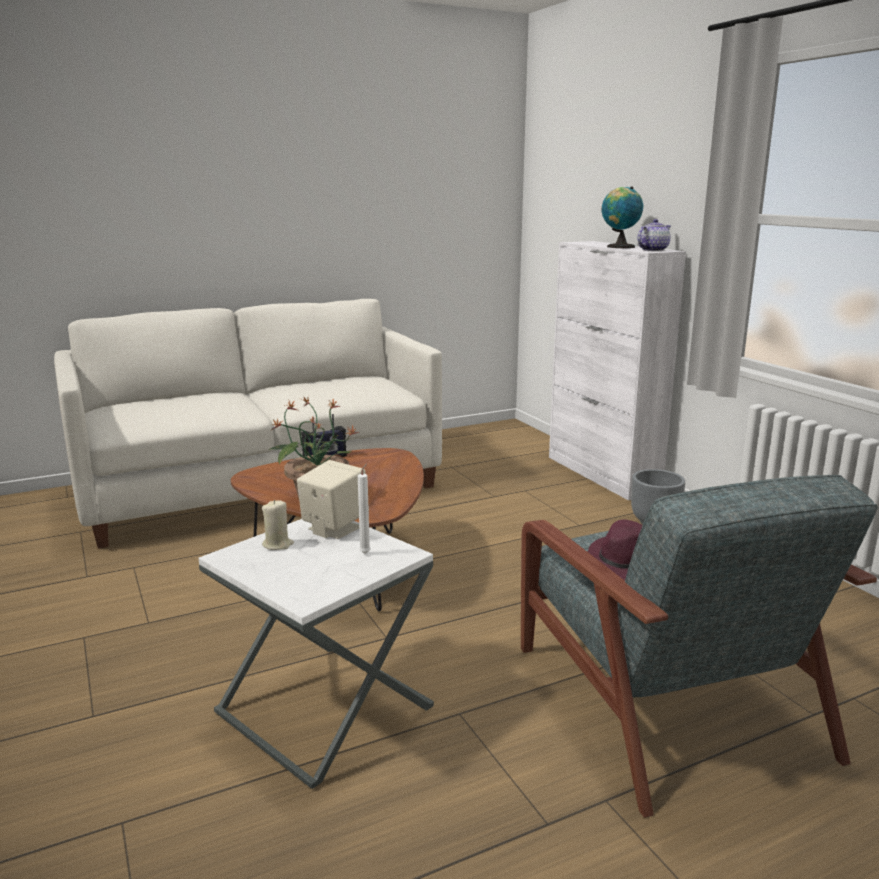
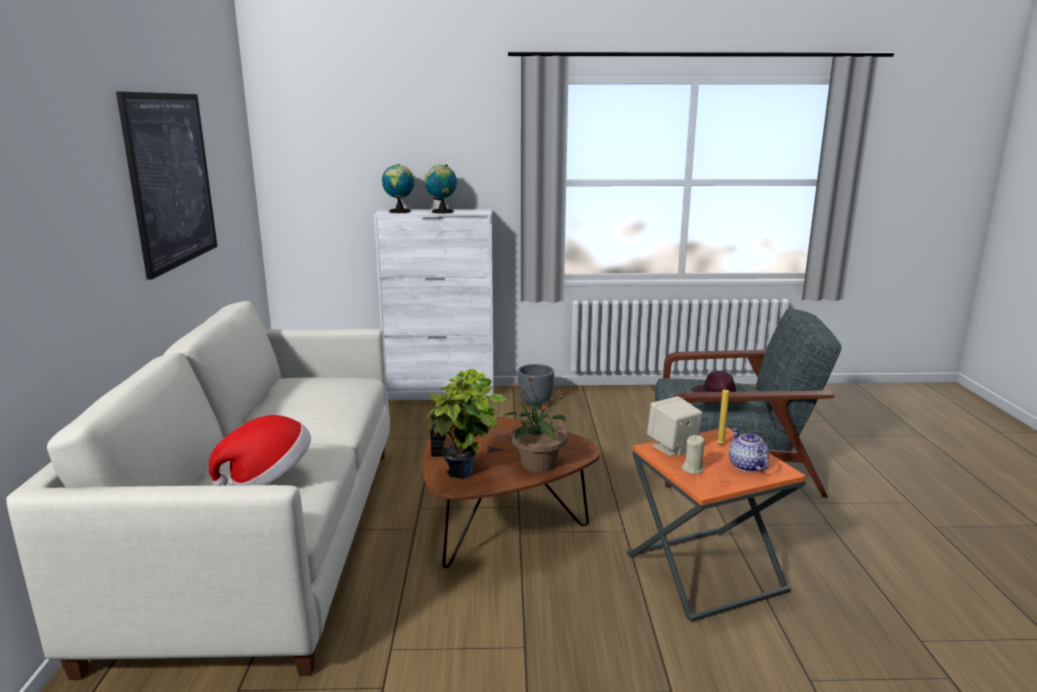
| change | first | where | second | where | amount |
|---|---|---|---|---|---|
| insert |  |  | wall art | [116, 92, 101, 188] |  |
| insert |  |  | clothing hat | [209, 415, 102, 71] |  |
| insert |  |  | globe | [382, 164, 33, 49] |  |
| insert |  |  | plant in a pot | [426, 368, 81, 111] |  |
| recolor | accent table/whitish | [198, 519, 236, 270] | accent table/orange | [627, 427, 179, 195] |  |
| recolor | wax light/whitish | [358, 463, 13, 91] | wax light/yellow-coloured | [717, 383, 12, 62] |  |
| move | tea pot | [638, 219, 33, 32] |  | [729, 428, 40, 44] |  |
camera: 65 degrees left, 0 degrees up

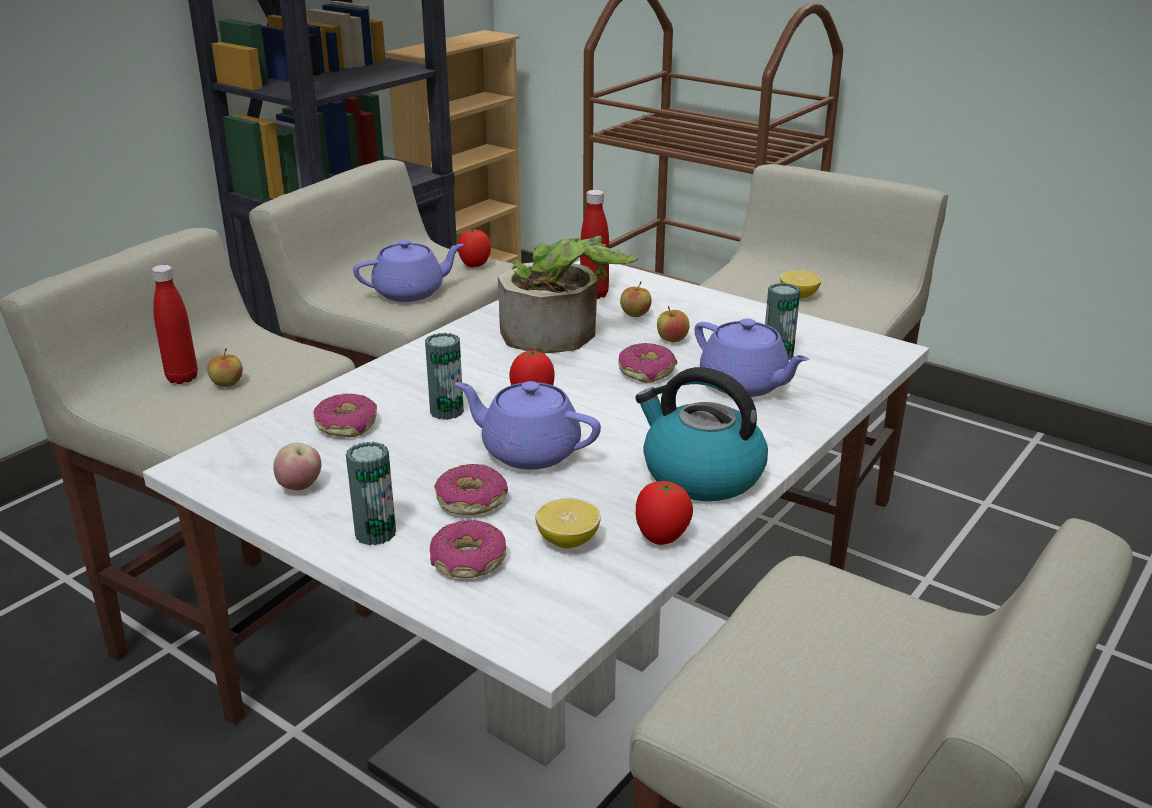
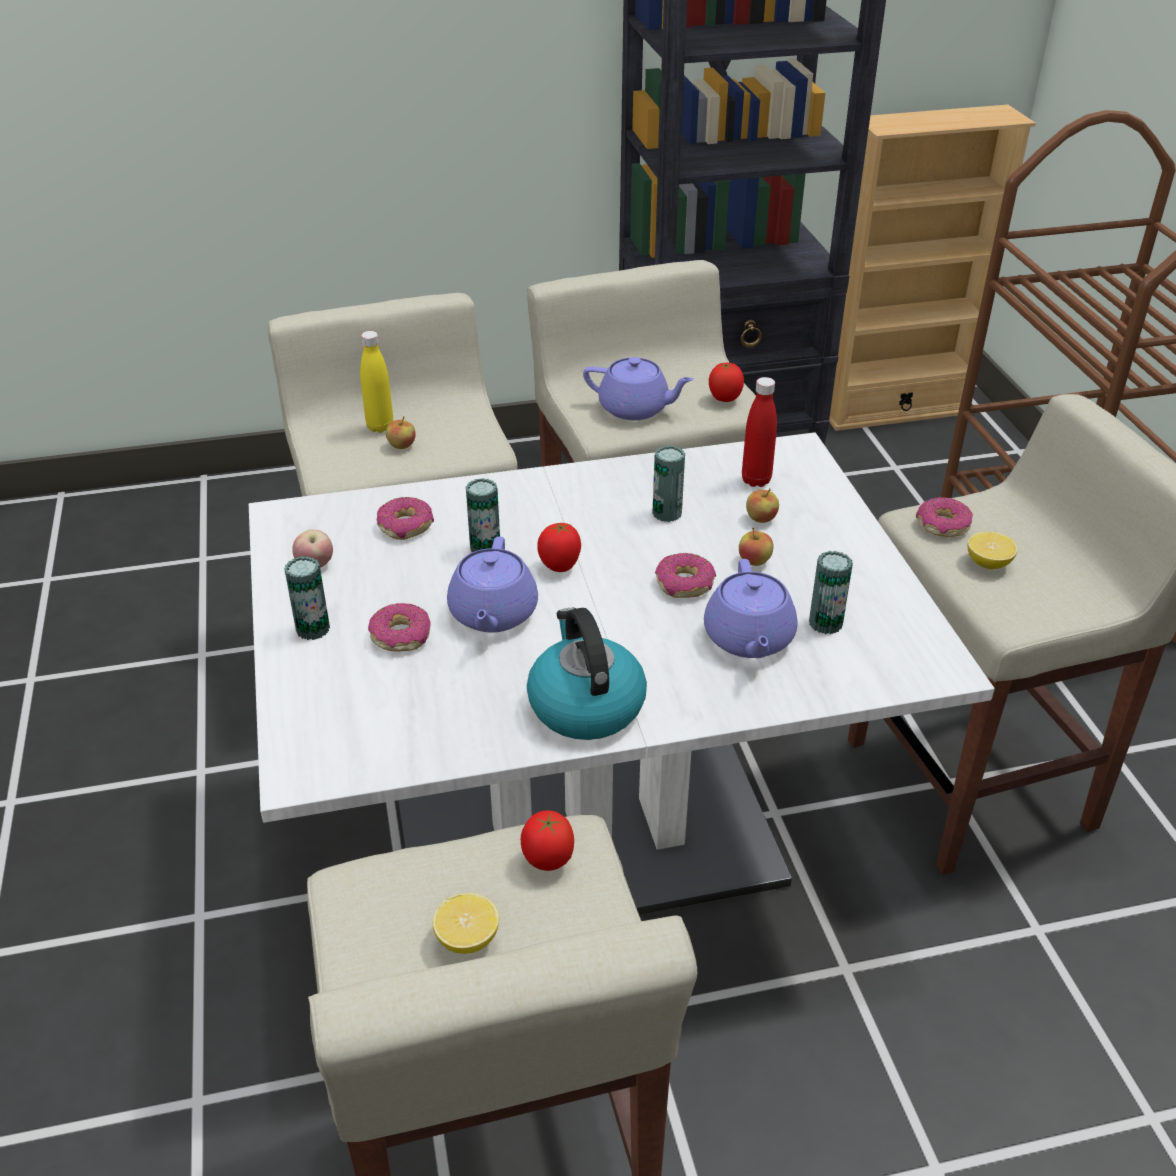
| change | first | where | second | where | amount |
|---|---|---|---|---|---|
| recolor | drink bottle/reddish | [151, 265, 47, 119] | drink bottle/yellow-coloured | [360, 331, 33, 102] |  |
| move | lemon | [535, 498, 66, 50] |  | [433, 893, 66, 61] |  |
| rotate | tea pot/purplish | [455, 381, 146, 88] |  | [447, 536, 91, 96] | 150 degrees counterclockwise |
| move | tomato | [636, 481, 57, 64] |  | [521, 810, 53, 61] |  |
| replace | plant in a pot | [498, 235, 140, 119] | can | [652, 446, 33, 76] |  |
| move | donut | [430, 520, 76, 58] |  | [916, 497, 57, 40] |  |
camera: 40 degrees right, 10 degrees up

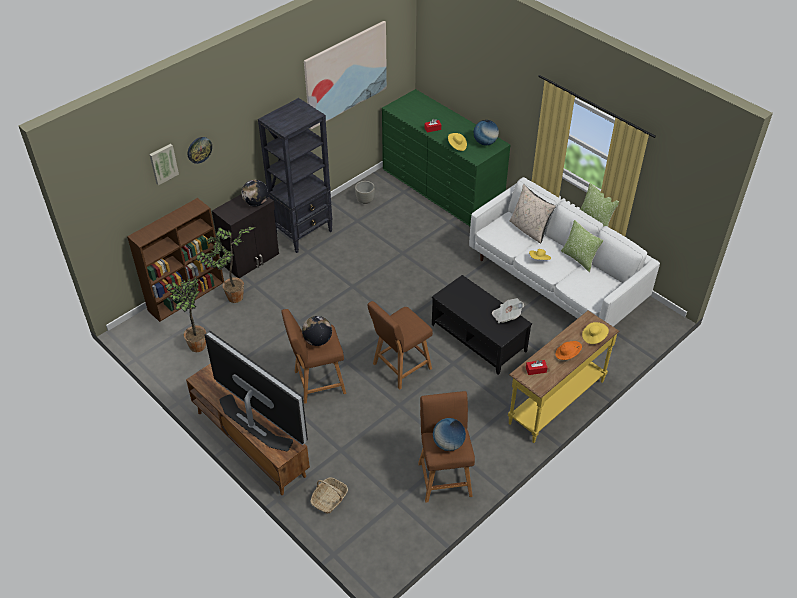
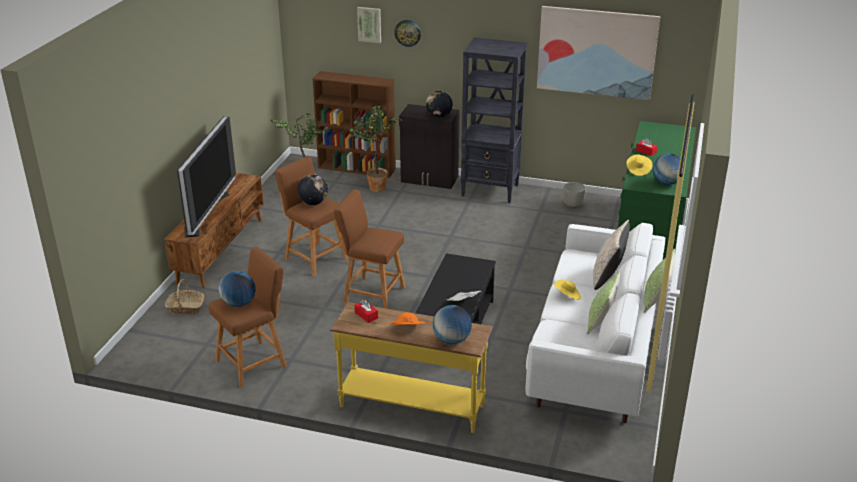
| change | first | where | second | where | amount |
|---|---|---|---|---|---|
| replace | clothing hat/yellow-coloured | [582, 322, 27, 22] | globe | [433, 305, 39, 39] |  |
camera: 60 degrees right, 15 degrees down

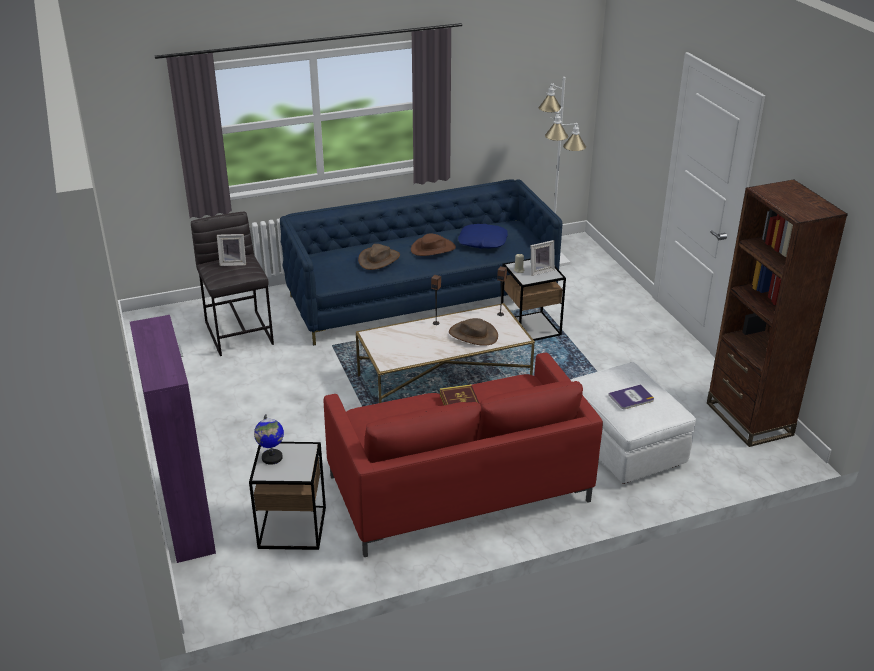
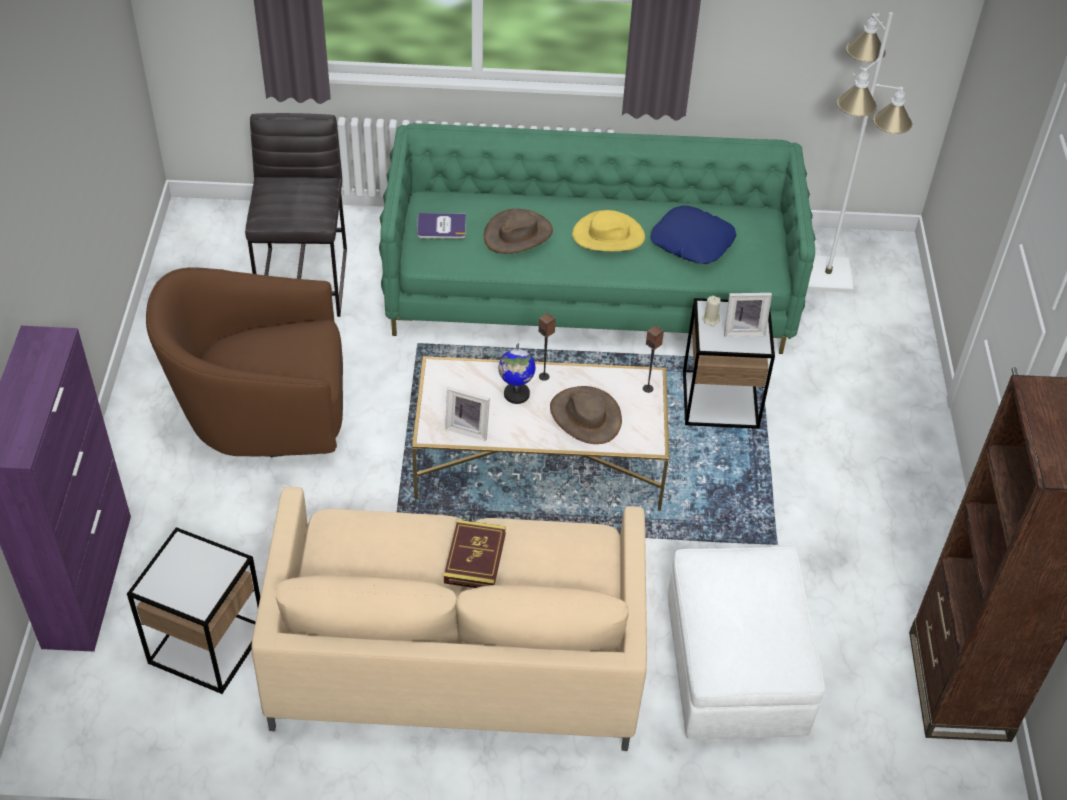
| change | first | where | second | where | amount |
|---|---|---|---|---|---|
| insert |  |  | easy chair/brown-coloured | [146, 267, 197, 190] |  |
| recolor | sofa/reddish | [324, 353, 279, 204] | sofa/sand-coloured | [251, 487, 396, 264] |  |
| recolor | sofa/bluish | [280, 179, 283, 167] | sofa/green | [379, 123, 437, 231] |  |
| move | bound book | [608, 384, 46, 25] |  | [417, 213, 49, 26] |  |
| move | picture frame | [217, 234, 29, 32] |  | [445, 387, 45, 54] |  |
| move | globe | [254, 414, 30, 51] |  | [498, 343, 38, 61] |  |
| recolor | clothing hat/brown-coloured | [411, 234, 45, 22] | clothing hat/yellow-coloured | [572, 210, 73, 41] |  |
camera: 20 degrees right, 15 degrees up

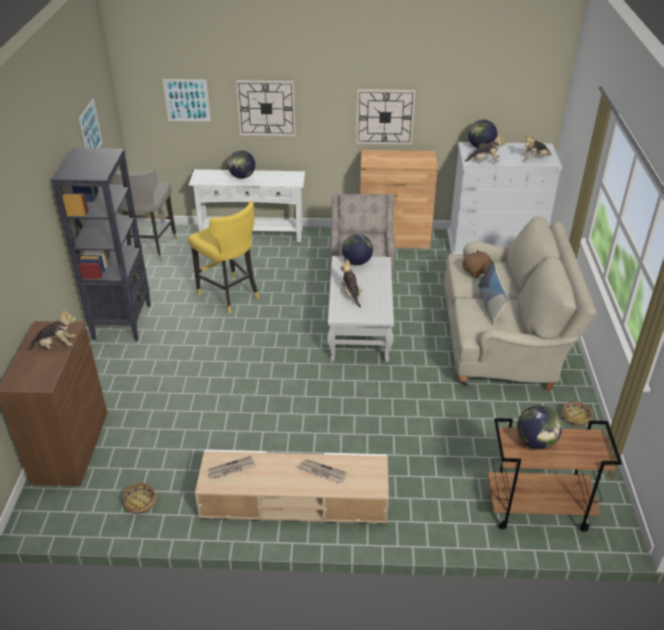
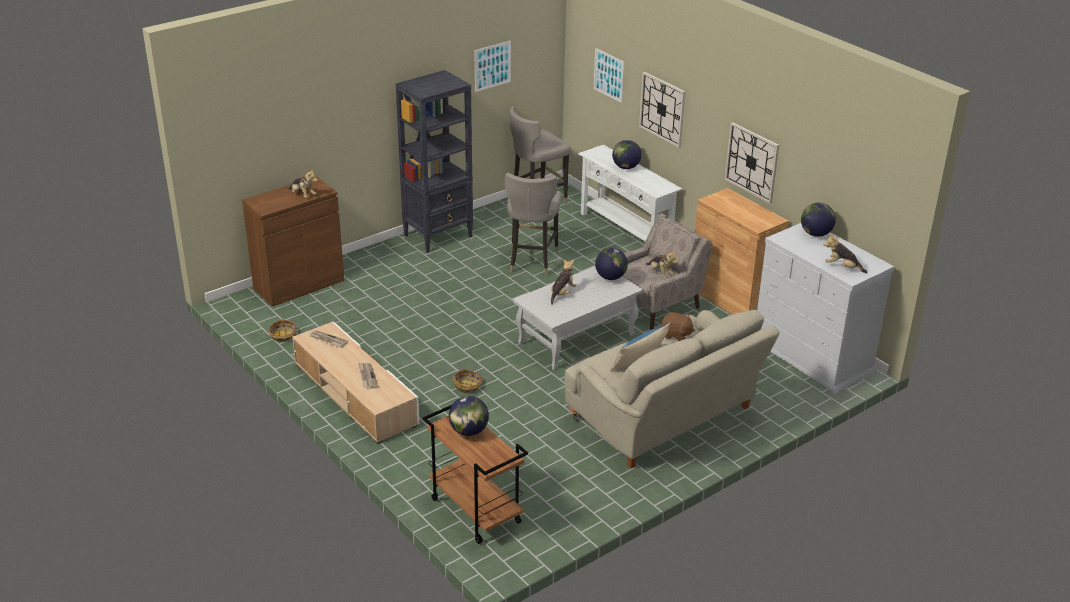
| change | first | where | second | where | amount |
|---|---|---|---|---|---|
| move | household basket | [562, 402, 31, 24] |  | [452, 369, 33, 24] |  |
| recolor | sitting stool/yellow-coloured | [188, 201, 71, 112] | sitting stool/grey | [505, 173, 56, 103] |  |
| move | plush toy | [464, 134, 42, 28] |  | [646, 250, 32, 27] |  |
camera: 50 degrees right, 5 degrees down

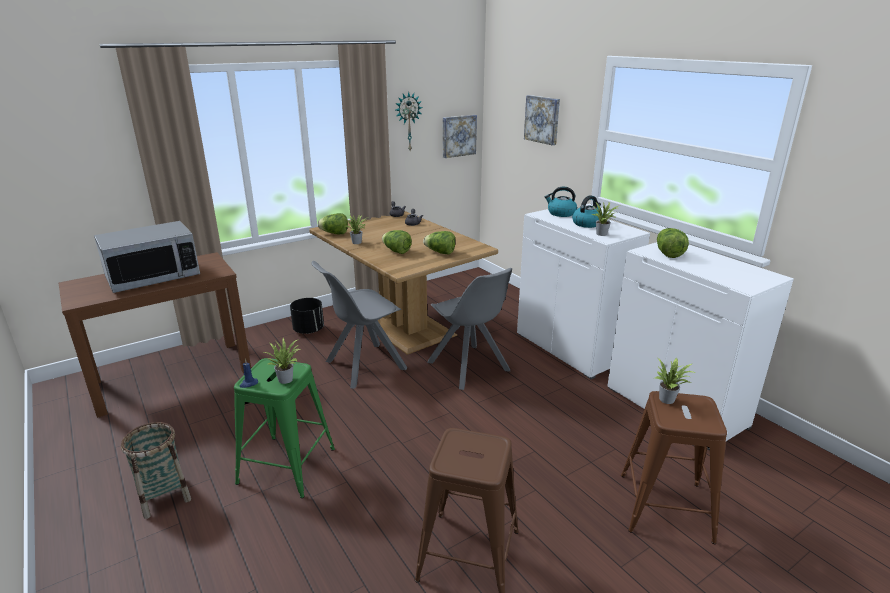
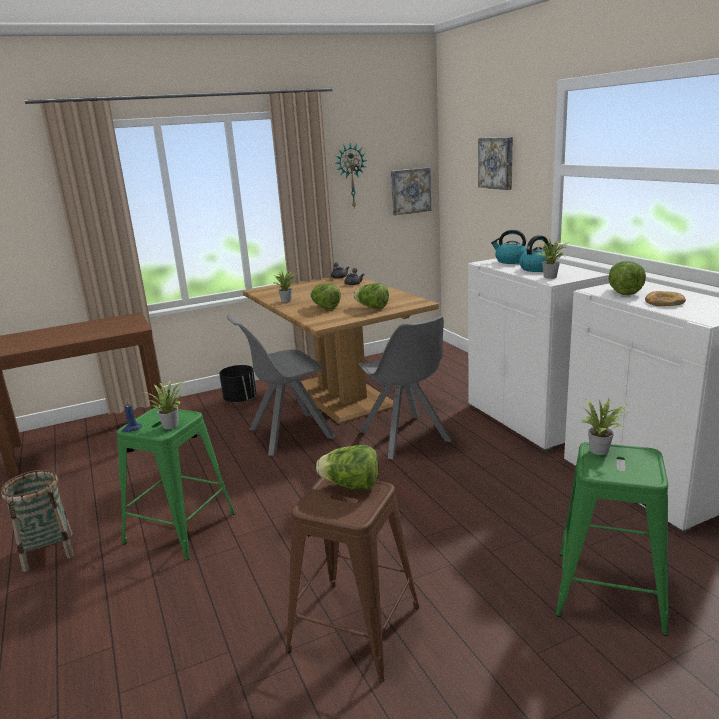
| change | first | where | second | where | amount |
|---|---|---|---|---|---|
| move | lettuce | [318, 213, 30, 21] |  | [316, 445, 62, 45] |  |
| recolor | sitting stool/brown-coloured | [621, 391, 106, 153] | sitting stool/green | [555, 442, 114, 194] |  |
| insert |  |  | baked bread | [645, 291, 41, 15] |  |
| delete | microwave | [94, 221, 106, 72] |  |  |  |
camera: 10 degrees right, 5 degrees down

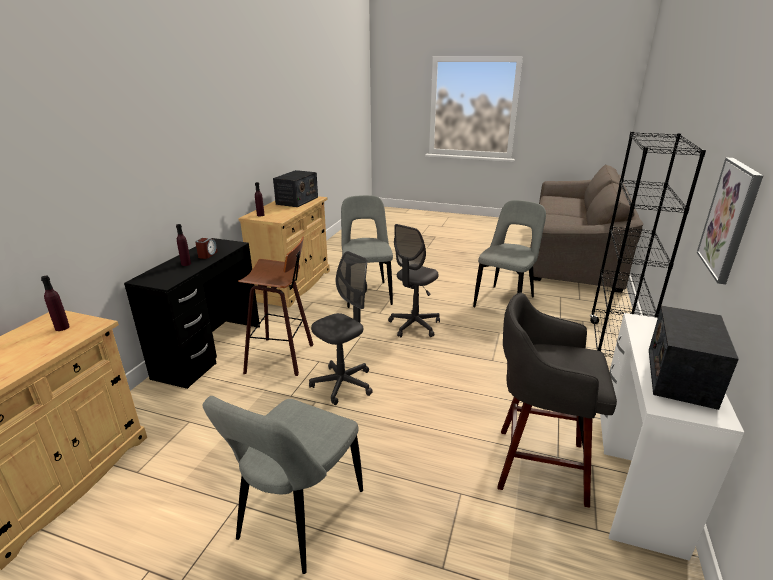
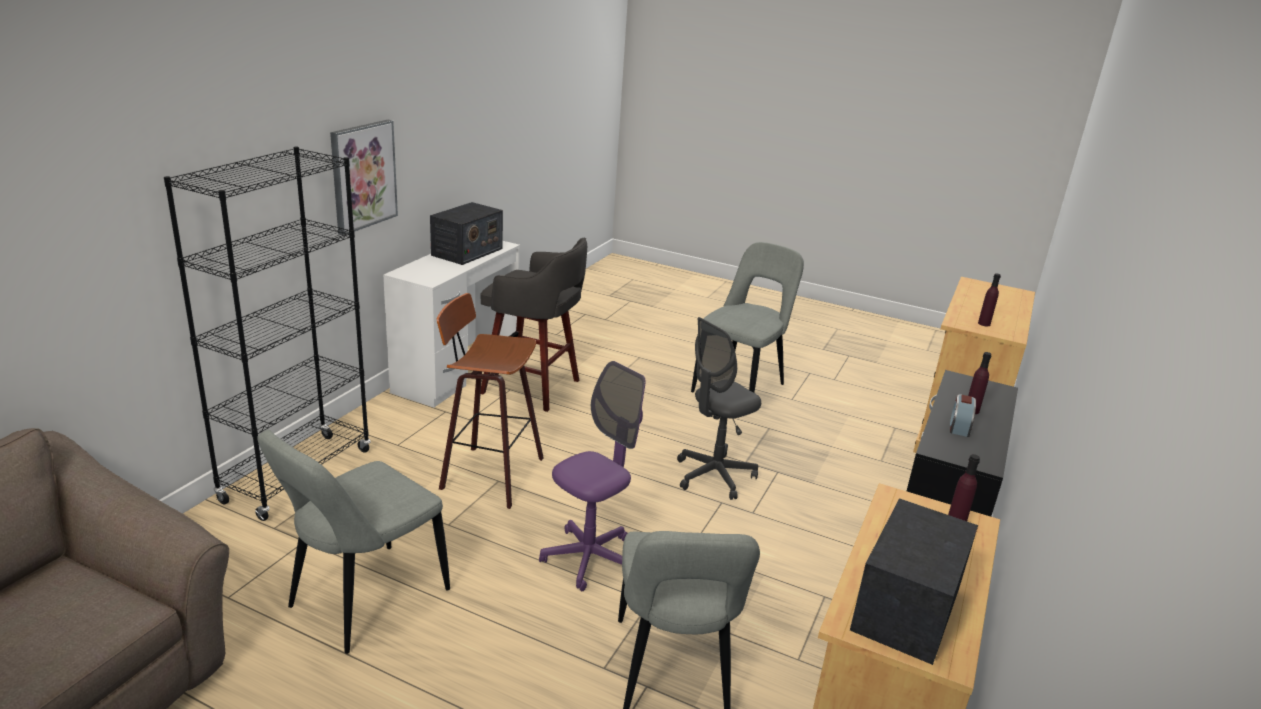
| change | first | where | second | where | amount |
|---|---|---|---|---|---|
| move | sitting stool | [238, 236, 75, 140] |  | [436, 293, 107, 216] |  |
| recolor | office chair/grey | [388, 224, 52, 113] | office chair/purplish | [539, 361, 106, 230] |  |
camera: 175 degrees left, 0 degrees up

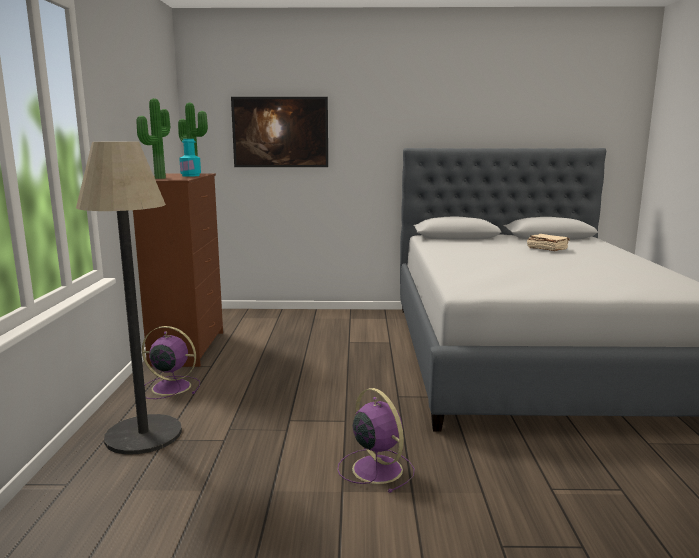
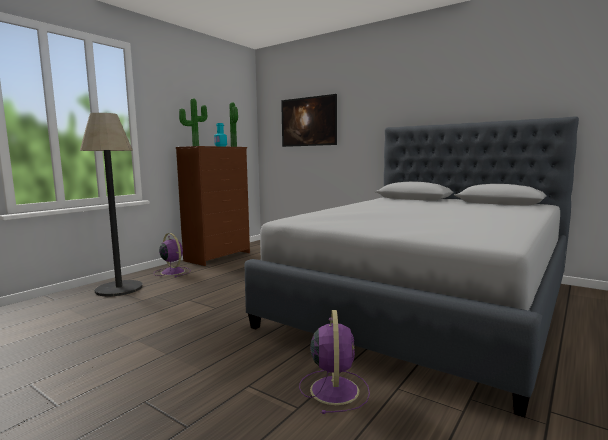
| change | first | where | second | where | amount |
|---|---|---|---|---|---|
| move | electric fan/purplish | [337, 388, 77, 105] |  | [299, 310, 71, 104] |  |
| delete | bound book/sand-coloured | [527, 234, 43, 17] |  |  |  |
camera: 35 degrees right, 5 degrees down

